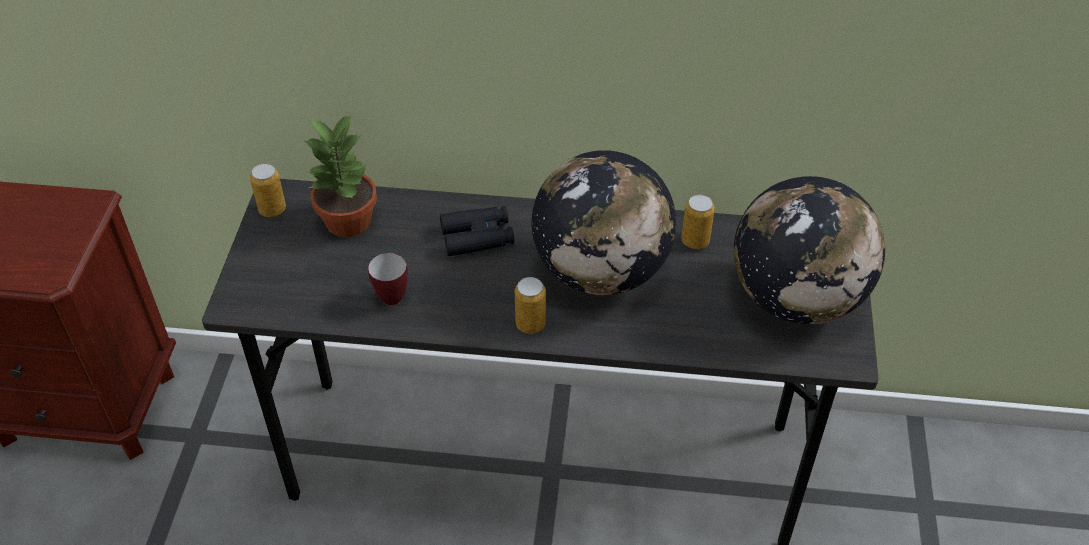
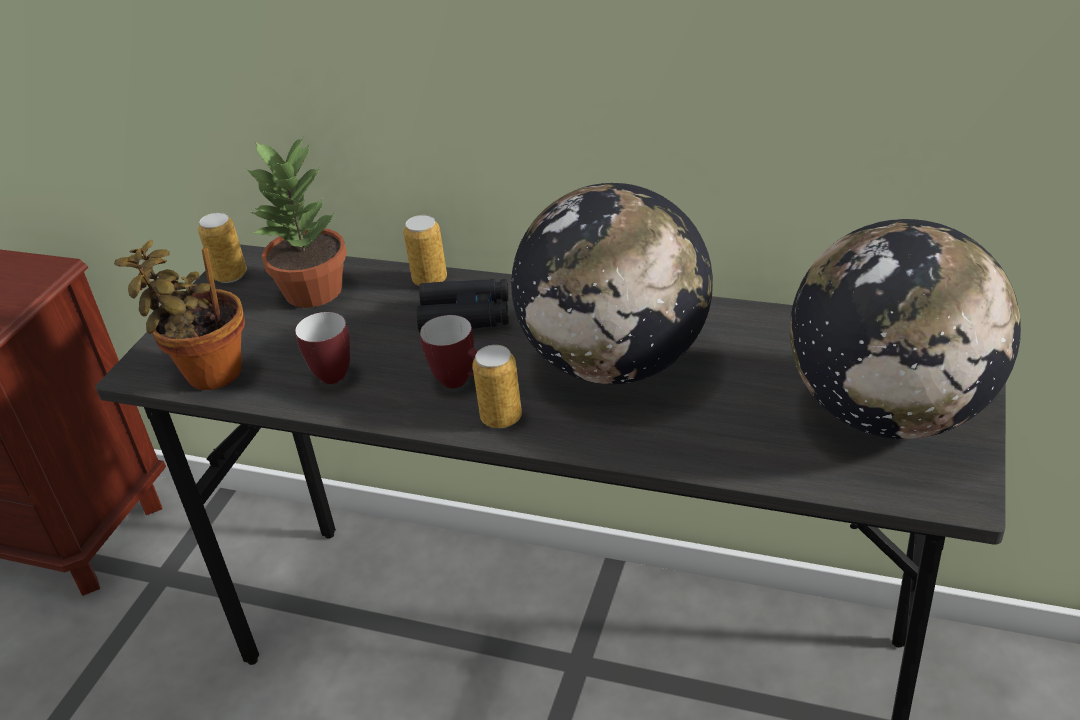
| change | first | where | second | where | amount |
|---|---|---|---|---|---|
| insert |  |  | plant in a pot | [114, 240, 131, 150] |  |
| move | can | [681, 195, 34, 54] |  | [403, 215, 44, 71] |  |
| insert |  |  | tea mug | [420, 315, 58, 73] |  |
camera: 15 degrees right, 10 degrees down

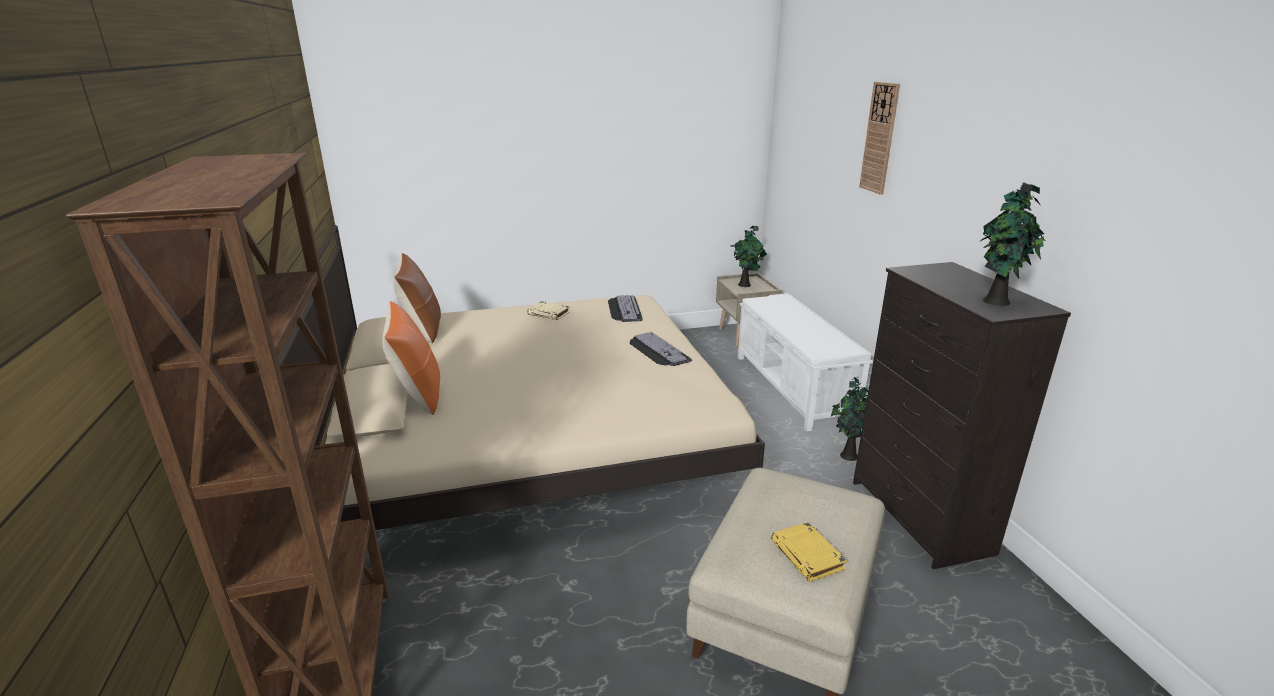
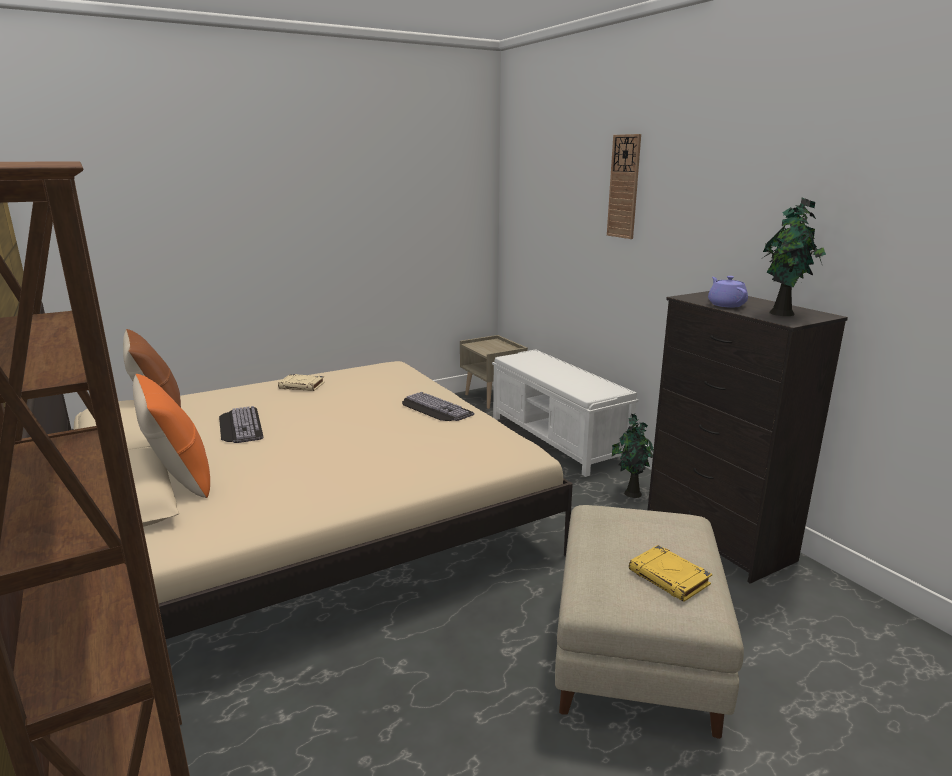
| change | first | where | second | where | amount |
|---|---|---|---|---|---|
| move | keyboard | [608, 295, 35, 27] |  | [219, 406, 45, 37] |  |
| insert |  |  | tea pot/purplish | [708, 276, 40, 32] |  |
| delete | plant in a pot | [731, 226, 36, 61] |  |  |  |
camera: 15 degrees left, 5 degrees down

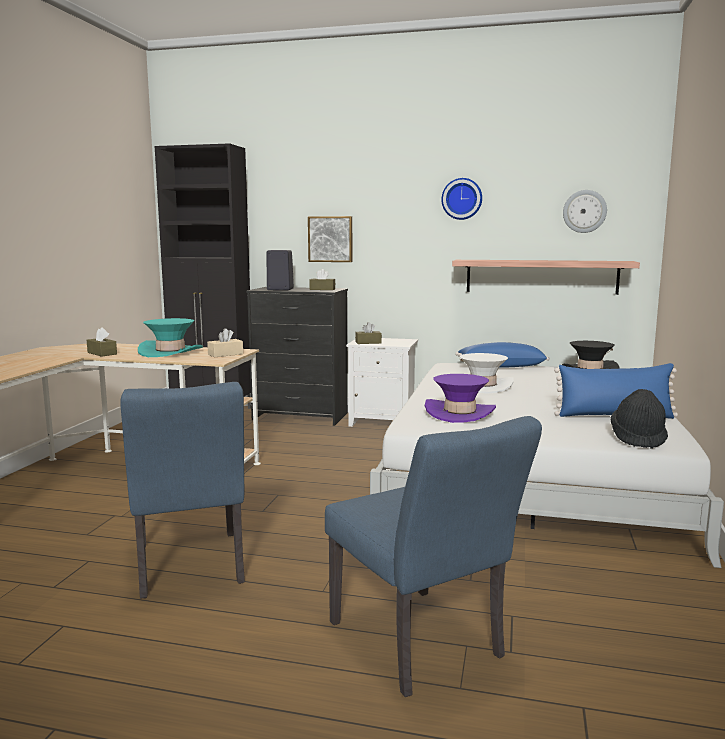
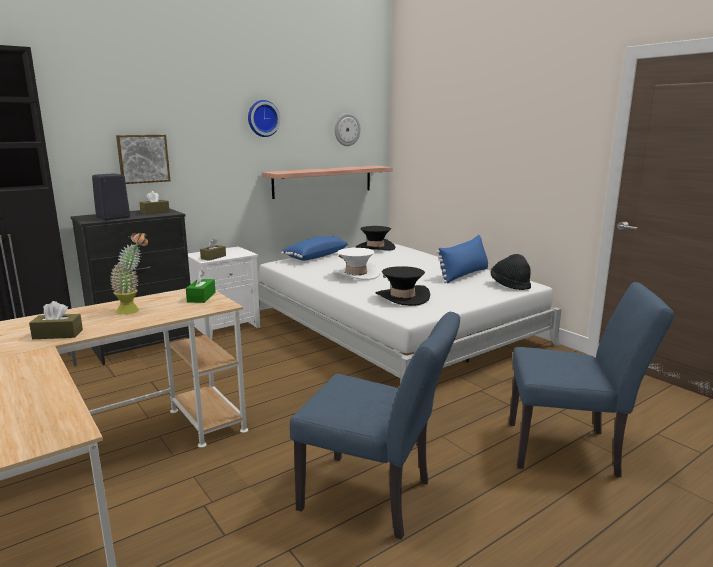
| change | first | where | second | where | amount |
|---|---|---|---|---|---|
| replace | clothing hat/blue-green | [138, 318, 65, 39] | plant in a pot | [110, 233, 38, 82] |  |
| recolor | box of tissues/sand-coloured | [207, 328, 36, 29] | box of tissues/green | [186, 270, 30, 33] |  |
| recolor | clothing hat/purplish | [425, 374, 71, 49] | clothing hat/black | [375, 266, 55, 40] |  |
camera: 50 degrees left, 5 degrees up

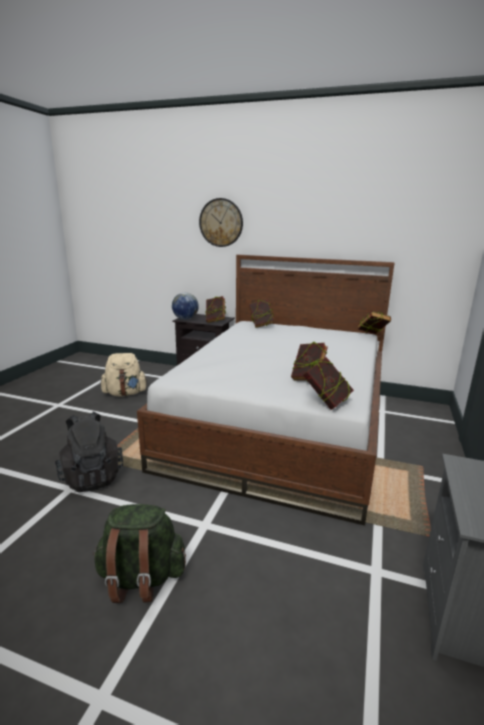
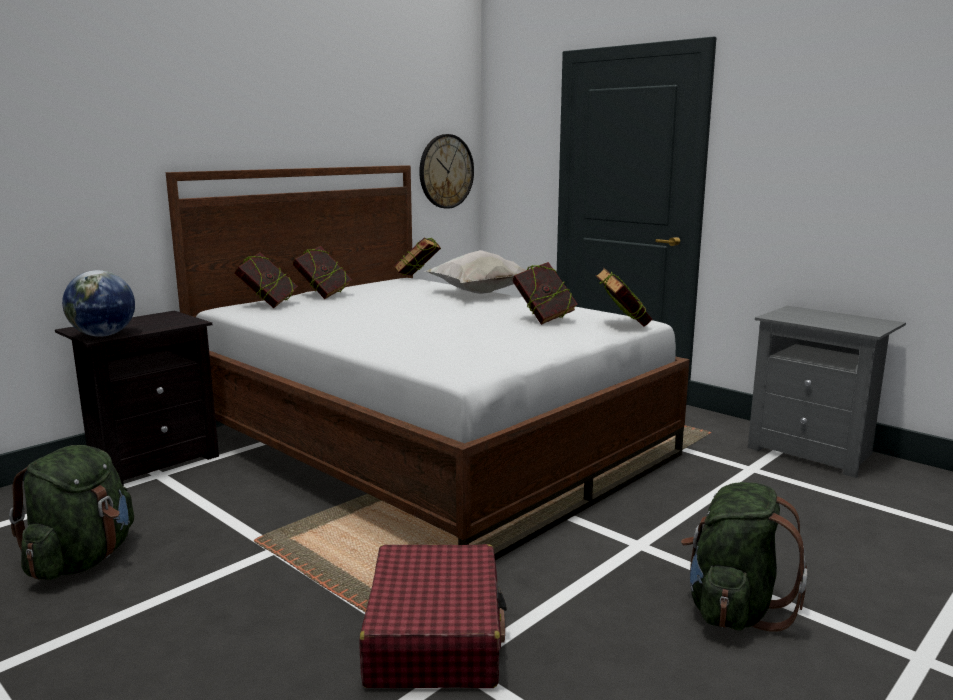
| change | first | where | second | where | amount |
|---|---|---|---|---|---|
| recolor | backpack/sand-coloured | [101, 353, 47, 43] | backpack/green | [9, 445, 125, 135] |  |
| move | bound book | [205, 296, 21, 27] |  | [292, 246, 60, 53] |  |
| replace | backpack/black | [55, 412, 68, 80] | travel case/reddish | [359, 544, 148, 144] |  |
| move | wall clock | [199, 198, 44, 49] |  | [419, 134, 55, 75] |  |
| insert |  |  | pillow/whitish | [425, 250, 101, 44] |  |
camera: 65 degrees left, 5 degrees down

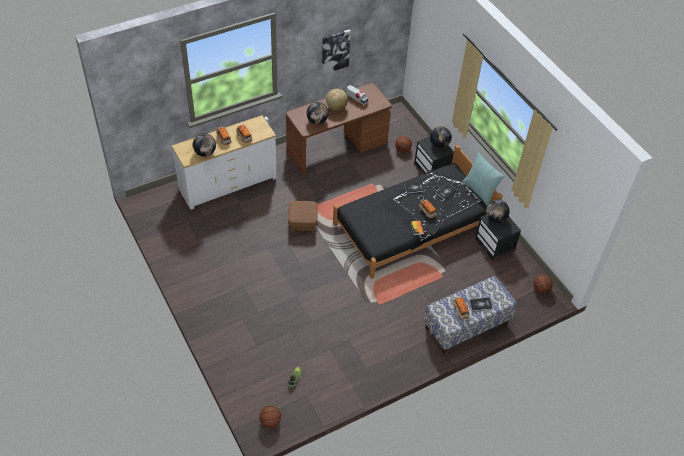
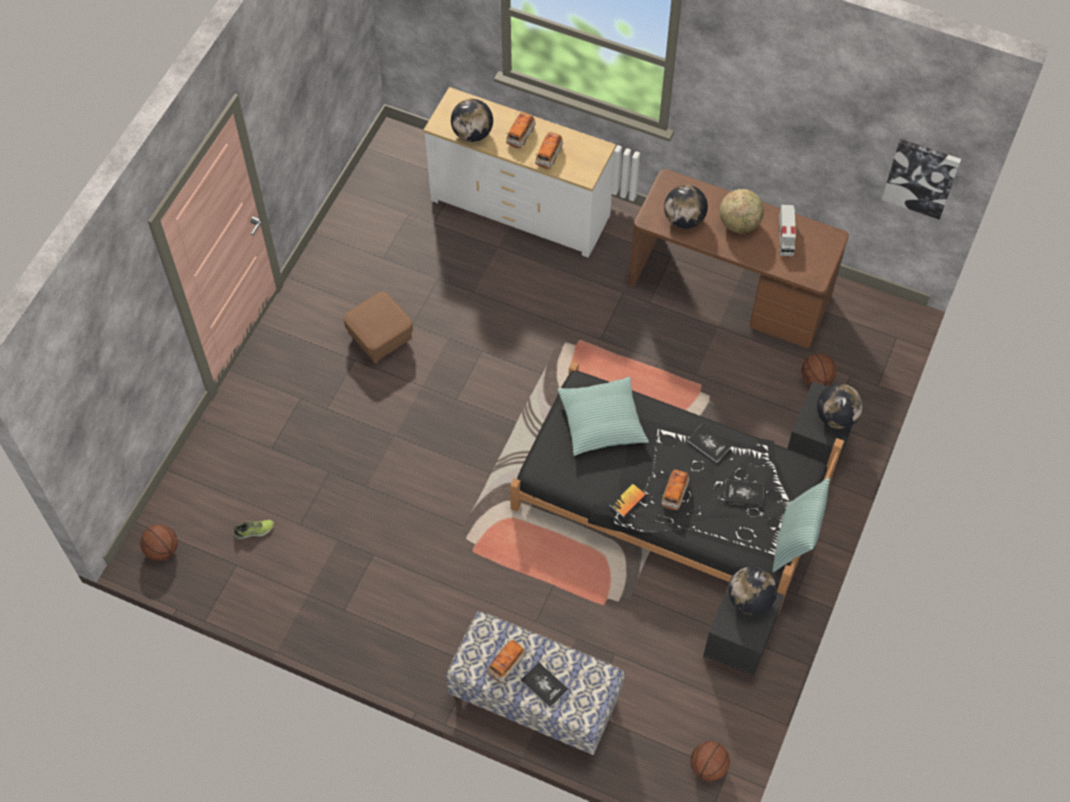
| change | first | where | second | where | amount |
|---|---|---|---|---|---|
| move | footrest/brown-coloured | [288, 201, 30, 32] |  | [344, 292, 69, 71] |  |
| insert |  |  | pillow | [557, 377, 92, 79] |  |
| move | wall art | [322, 29, 29, 46] |  | [882, 139, 79, 81] |  |
camera: 55 degrees right, 10 degrees up

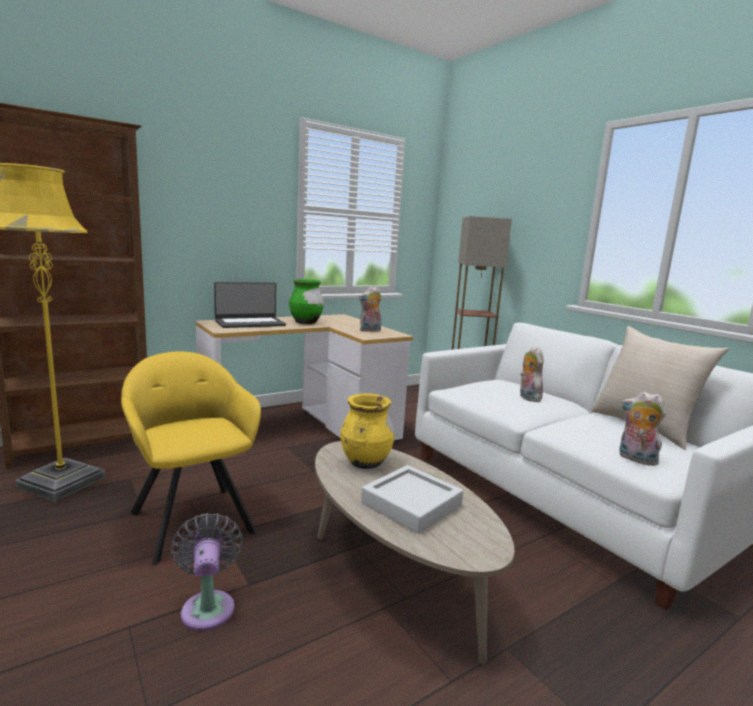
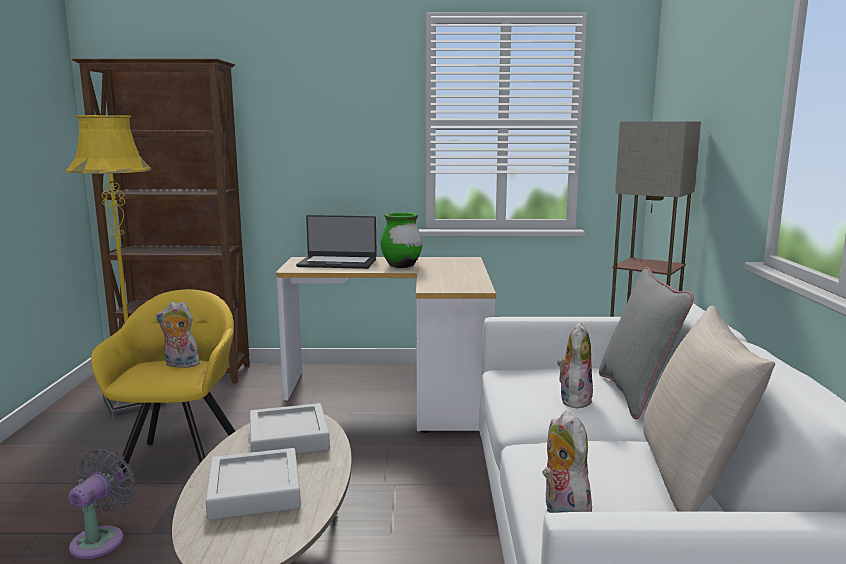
| change | first | where | second | where | amount |
|---|---|---|---|---|---|
| move | plush toy | [359, 286, 22, 46] |  | [156, 301, 44, 67] |  |
| replace | decorative vase/yellow-coloured | [340, 393, 55, 76] | serving tray/grey | [250, 403, 80, 51] |  |
| insert |  |  | pillow/grey | [599, 267, 95, 153] |  |
camera: 35 degrees right, 0 degrees up

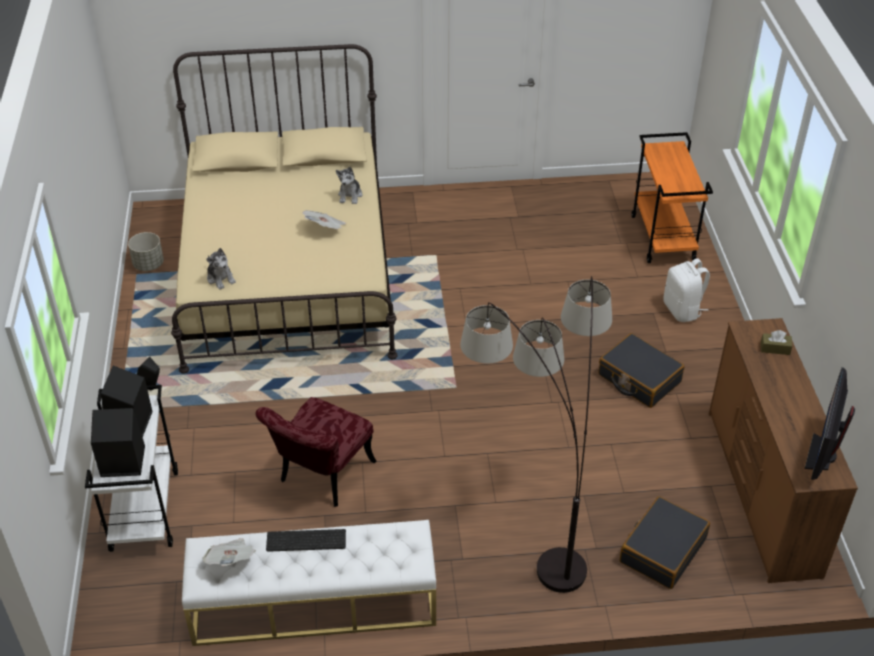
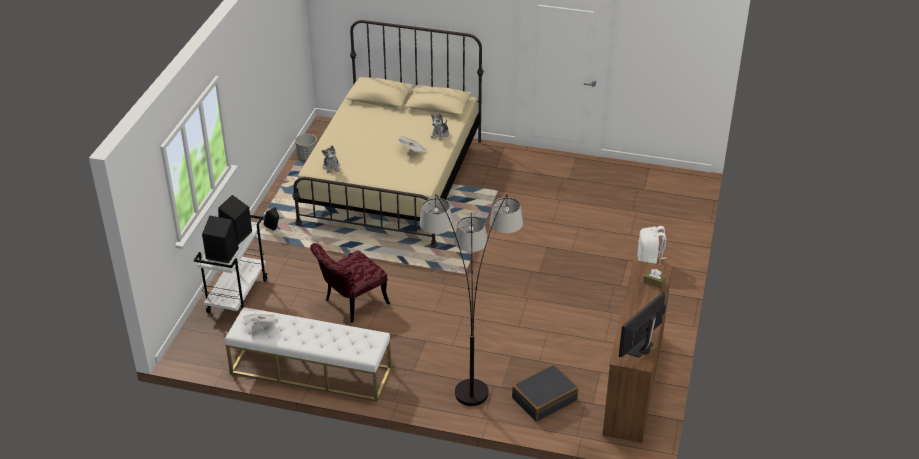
| change | first | where | second | where | amount |
|---|---|---|---|---|---|
| delete | keyboard | [266, 529, 80, 23] |  |  |  |
| delete | travel case/black | [599, 333, 85, 75] |  |  |  |
| delete | wheeled cart/orange | [631, 132, 82, 131] |  |  |  |
camera: 20 degrees right, 5 degrees down

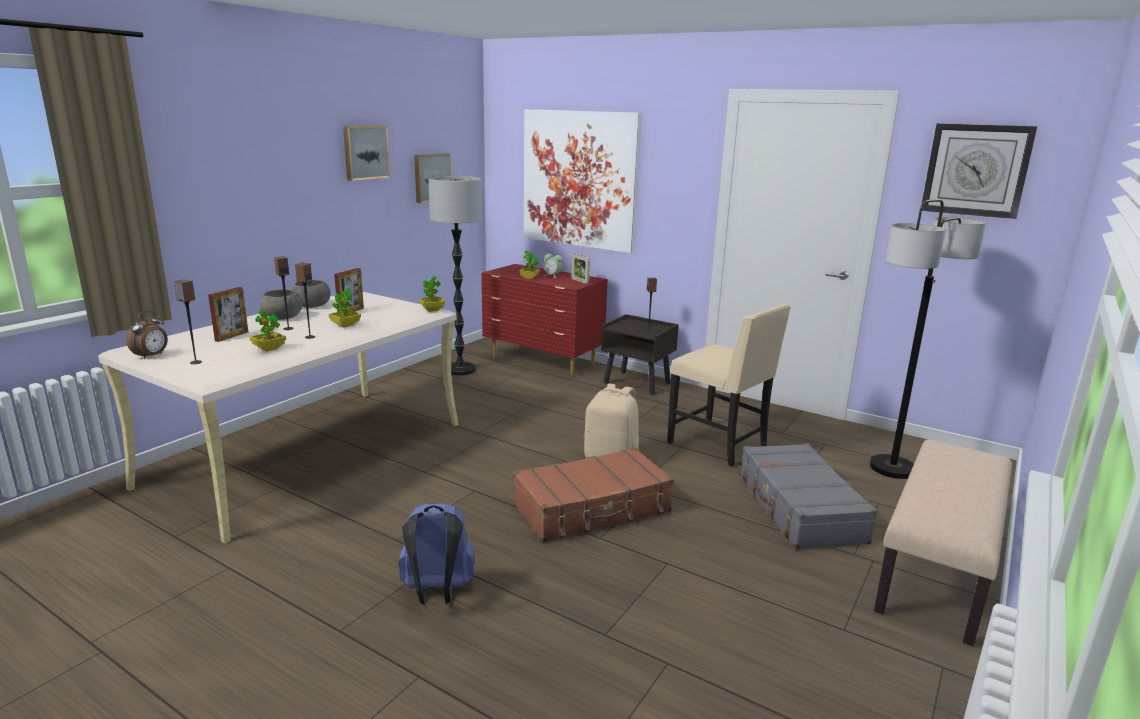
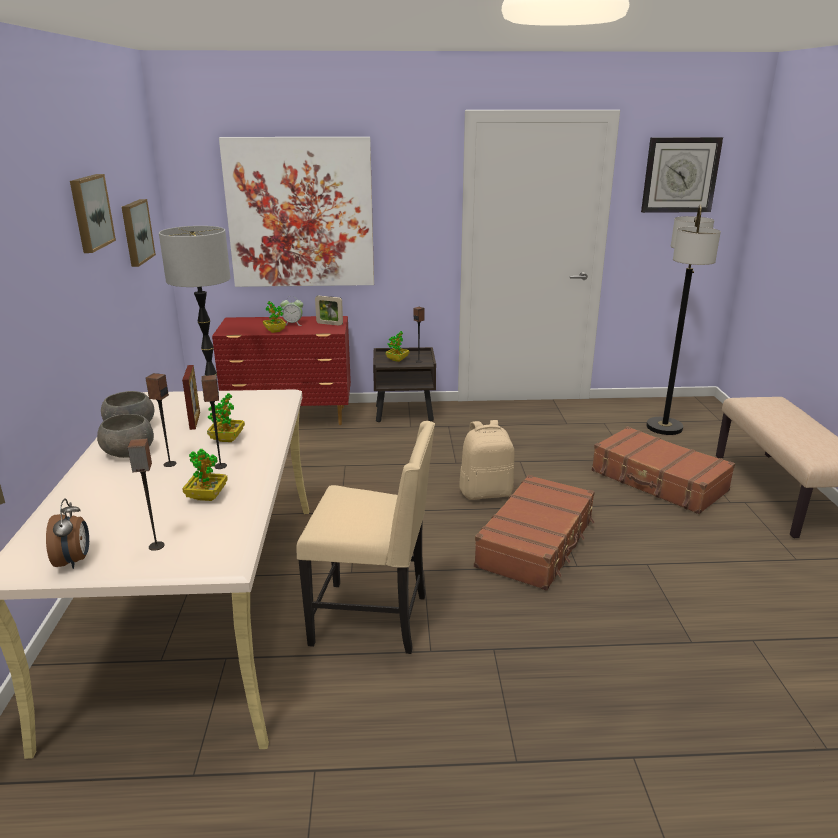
| change | first | where | second | where | amount |
|---|---|---|---|---|---|
| move | upright chair/sand-coloured | [667, 303, 124, 163] |  | [296, 421, 139, 233] |  |
| move | plant in a pot | [419, 276, 26, 36] |  | [385, 331, 24, 31] |  |
| recolor | travel case/grey | [740, 443, 137, 106] | travel case/brown-coloured | [592, 426, 143, 88] |  |
| delete | picture frame | [208, 287, 40, 55] |  |  |  |
| delete | backpack/bluish | [399, 503, 76, 102] |  |  |  |
camera: 35 degrees left, 5 degrees up

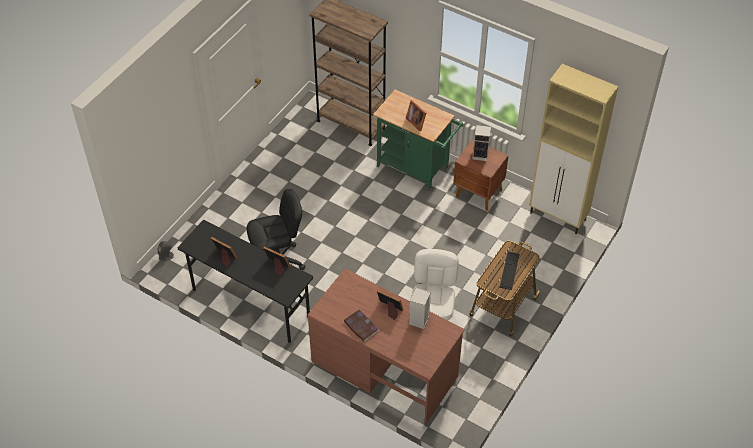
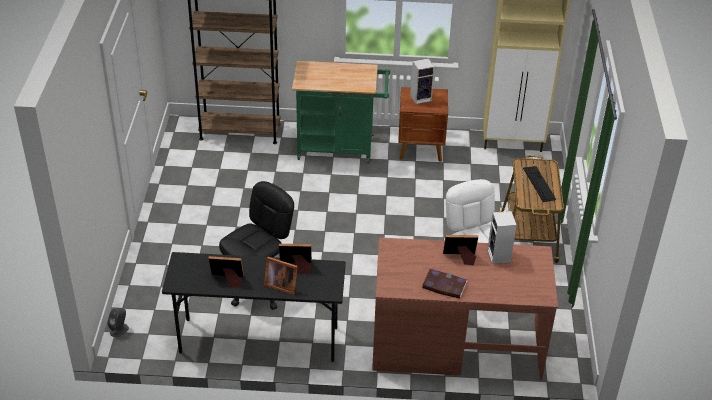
| change | first | where | second | where | amount |
|---|---|---|---|---|---|
| move | picture frame | [406, 100, 20, 31] |  | [264, 257, 34, 38] |  |
camera: 30 degrees left, 10 degrees down

